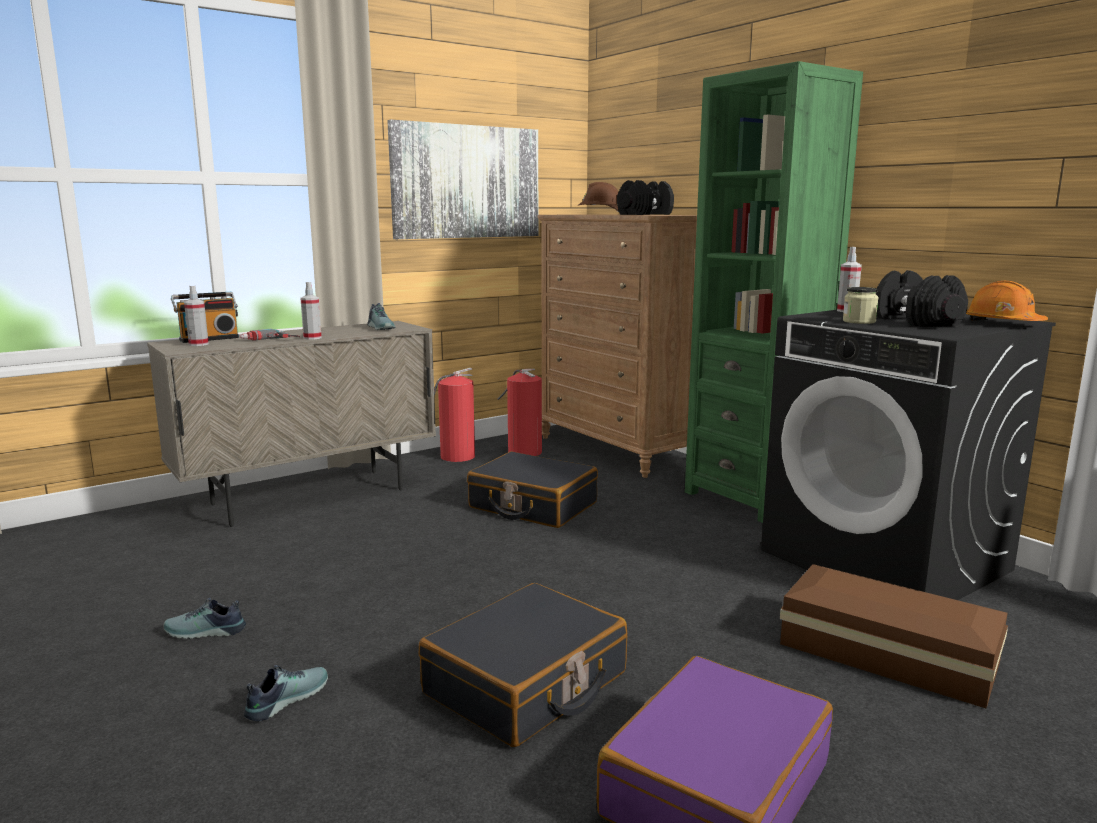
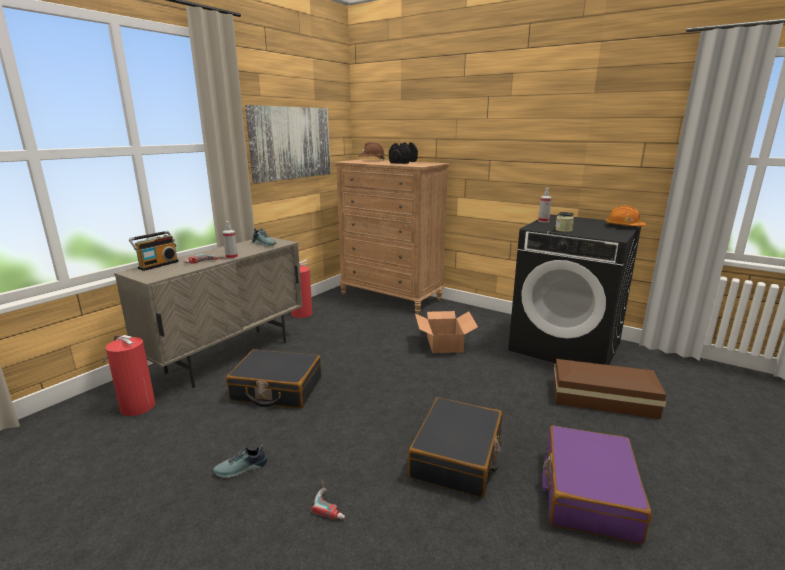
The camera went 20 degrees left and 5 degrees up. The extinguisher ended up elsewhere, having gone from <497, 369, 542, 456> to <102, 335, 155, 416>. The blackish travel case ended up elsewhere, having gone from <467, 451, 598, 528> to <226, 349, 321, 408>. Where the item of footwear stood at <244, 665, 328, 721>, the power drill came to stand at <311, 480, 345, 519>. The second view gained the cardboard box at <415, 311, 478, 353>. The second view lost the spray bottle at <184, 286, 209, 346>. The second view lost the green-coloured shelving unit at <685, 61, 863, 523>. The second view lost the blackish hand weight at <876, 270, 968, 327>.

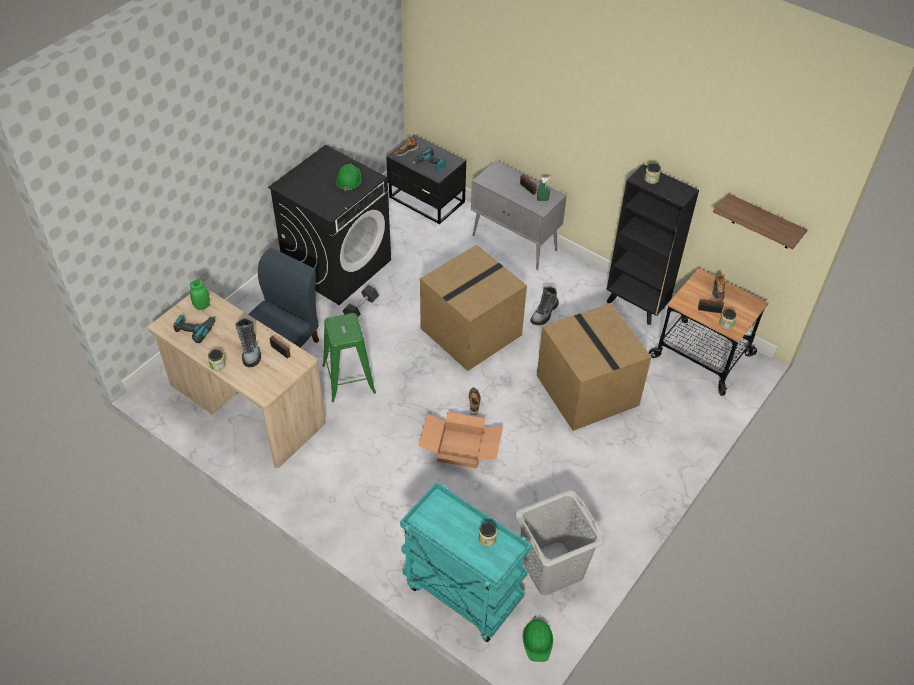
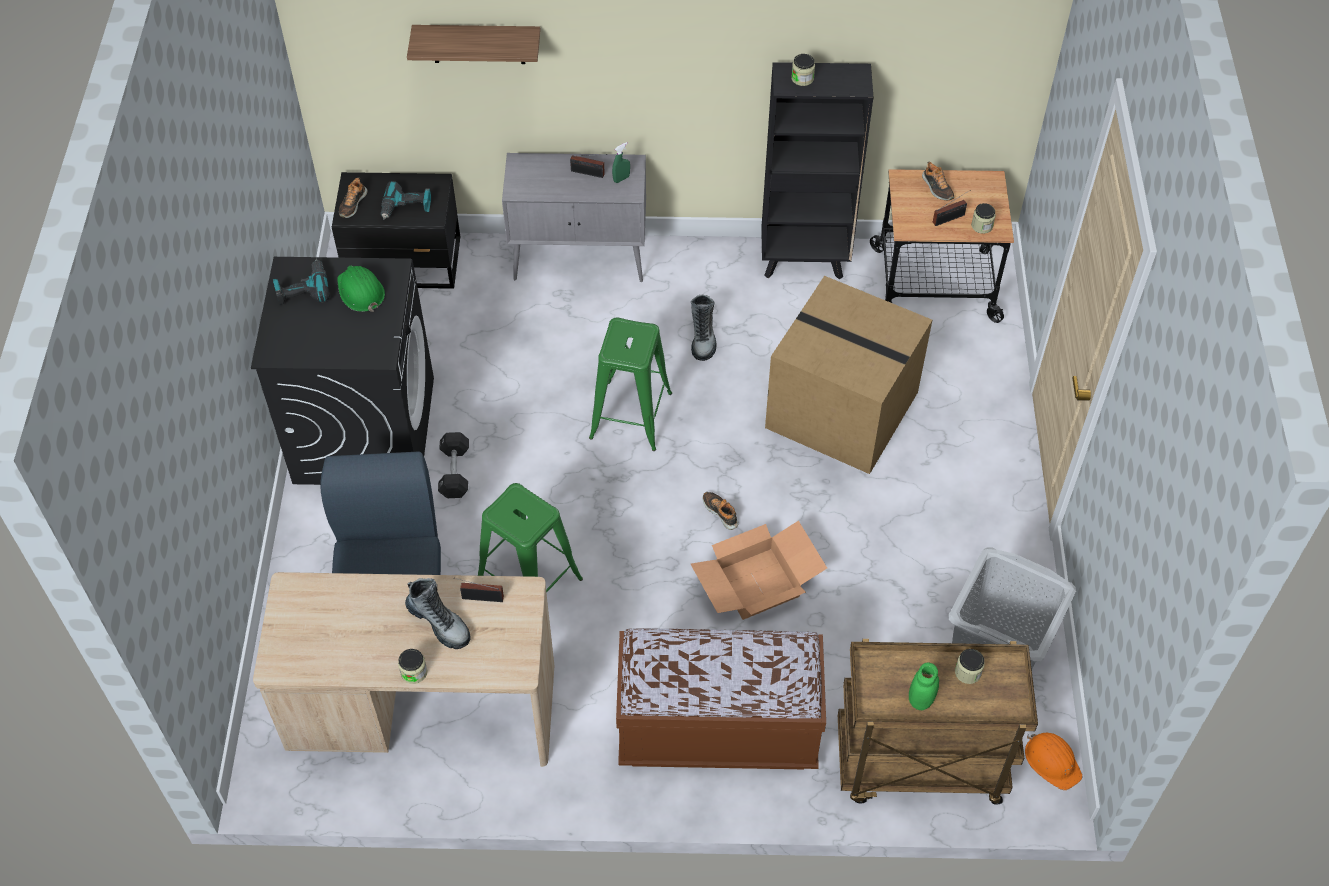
The camera went 35 degrees left and 5 degrees up. The power drill ended up elsewhere, having gone from <173, 315, 215, 343> to <273, 258, 330, 305>. The bracket shelf ended up elsewhere, having gone from <713, 193, 807, 250> to <407, 25, 541, 64>. Where the cardboard box stood at <420, 245, 527, 371>, the green-coloured sitting stool came to stand at <589, 318, 672, 451>. The second view gained the brown-coloured indoor bench at <616, 629, 826, 769>. What was the turquoise-coloured wheeled cart at <400, 482, 531, 642> turned into the brown-coloured wheeled cart at <838, 639, 1038, 805>. The green-coloured preserve jar ended up elsewhere, having gone from <190, 279, 210, 310> to <909, 663, 939, 710>. What was the green-coloured safety helmet at <523, 616, 553, 662> turned into the orange safety helmet at <1025, 733, 1082, 790>.

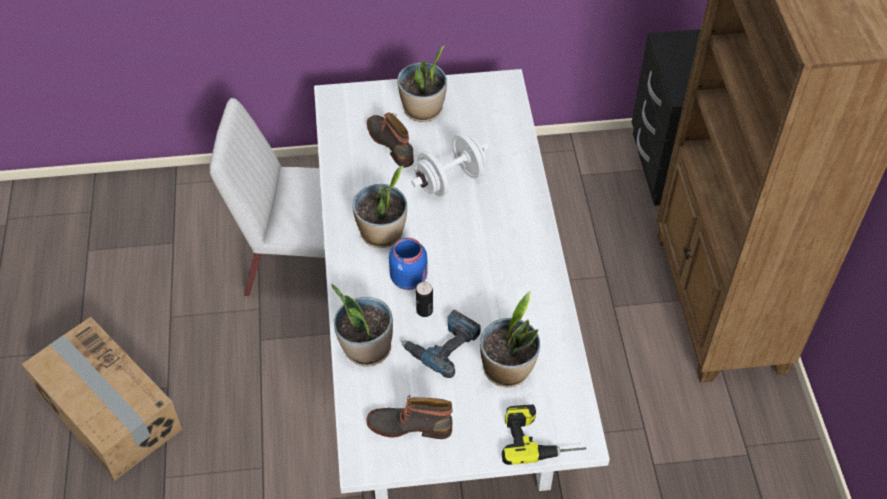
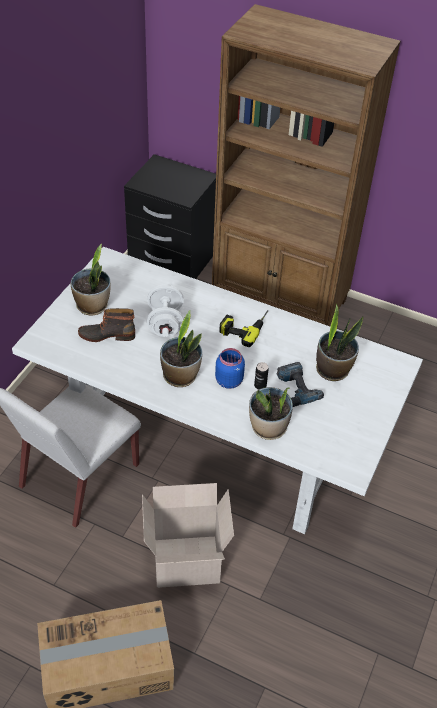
The camera went 60 degrees left and 5 degrees down. The second view gained the cardboard box at <142, 483, 234, 588>. The power drill ended up elsewhere, having gone from <502, 404, 587, 465> to <219, 310, 268, 347>. The second view lost the high-top boot at <366, 395, 452, 439>.

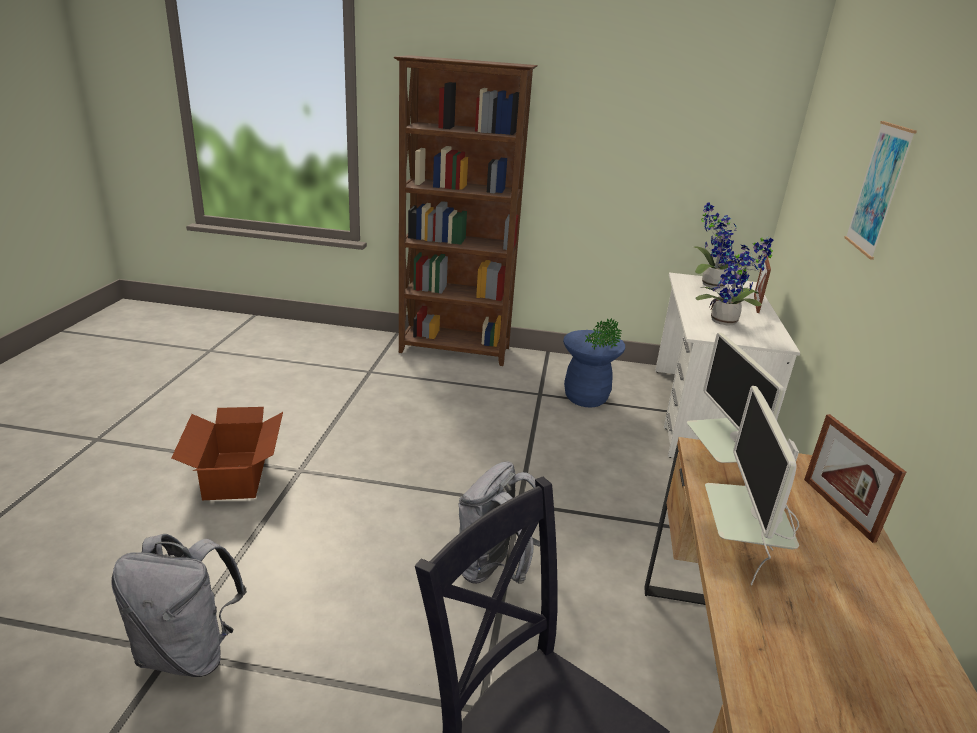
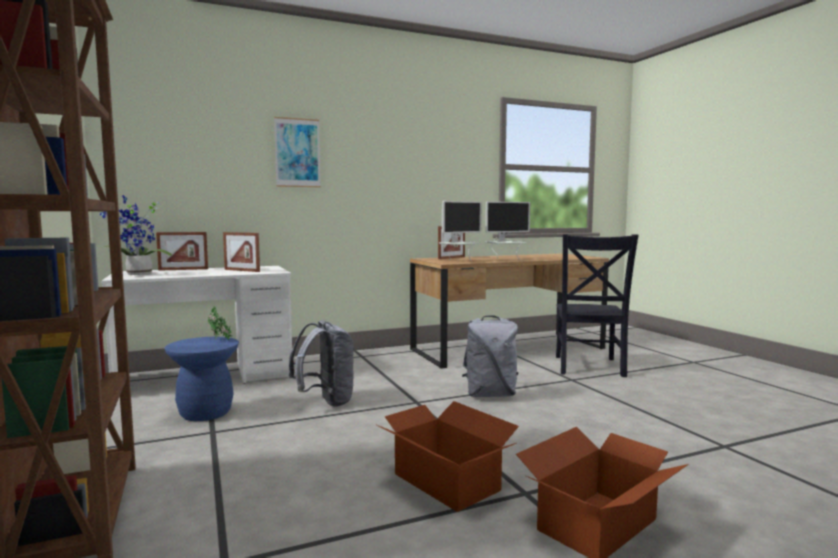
The camera went 120 degrees left and 20 degrees down. Where the potted plant stood at <696, 236, 773, 326>, the picture frame came to stand at <223, 232, 260, 272>. The grey knapsack ended up elsewhere, having gone from <111, 534, 247, 677> to <289, 320, 354, 407>. The second view gained the cardboard box at <375, 401, 519, 512>.

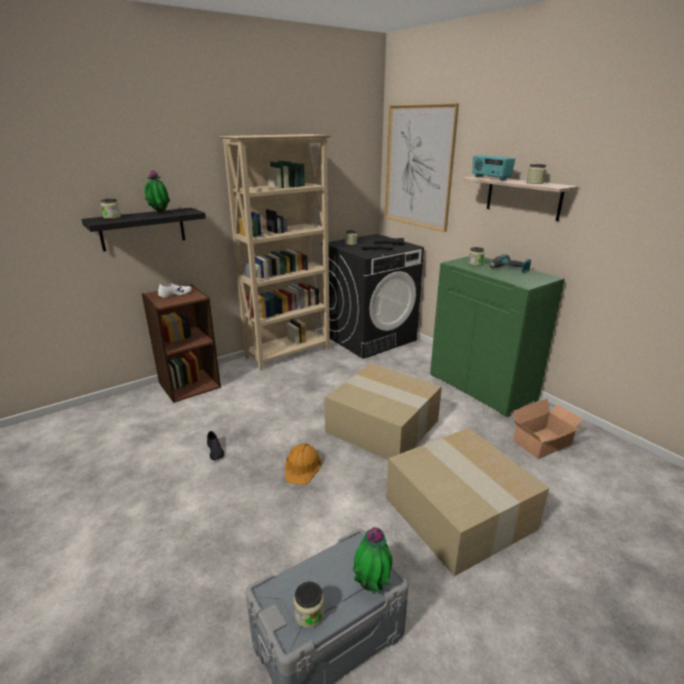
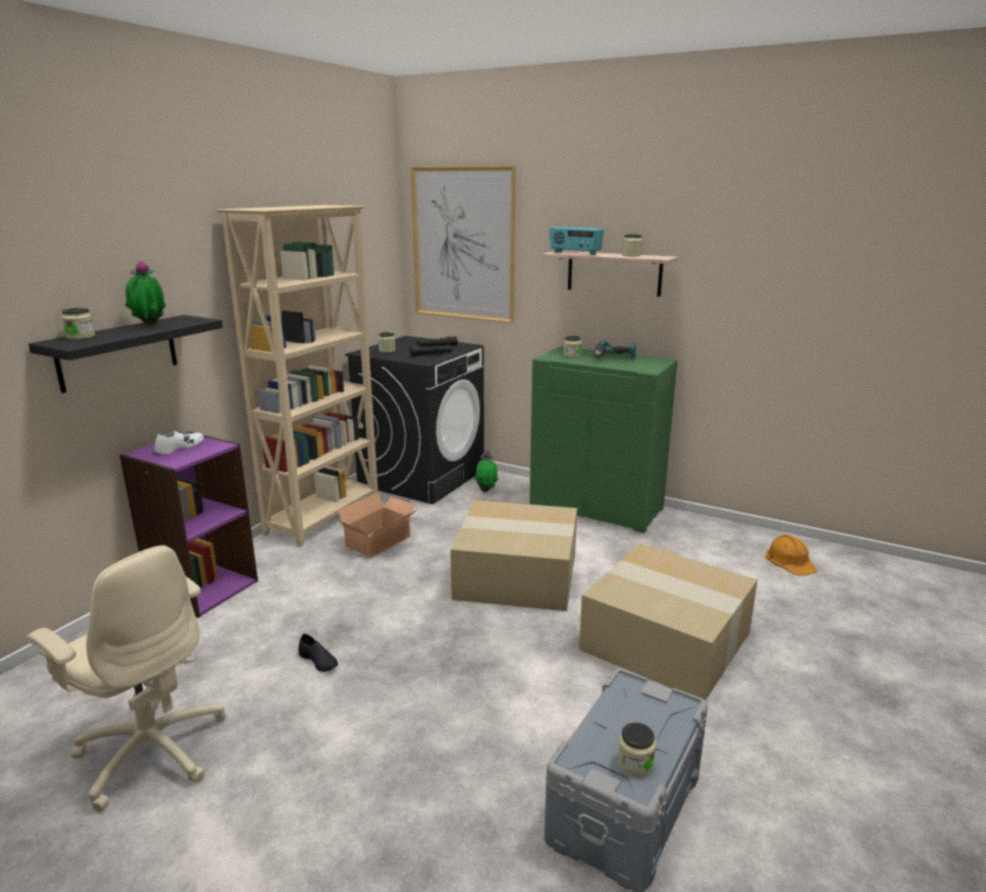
The camera went 25 degrees left and 5 degrees down. The second view gained the beige office chair at <27, 545, 226, 812>. What was the brown-coloured shelving unit at <142, 284, 221, 403> turned into the purplish shelving unit at <119, 432, 258, 618>. The cardboard box ended up elsewhere, having gone from <513, 399, 586, 459> to <338, 492, 418, 558>. The potted plant ended up elsewhere, having gone from <353, 527, 392, 594> to <475, 450, 498, 492>. The orange safety helmet ended up elsewhere, having gone from <285, 443, 322, 484> to <765, 535, 817, 575>.

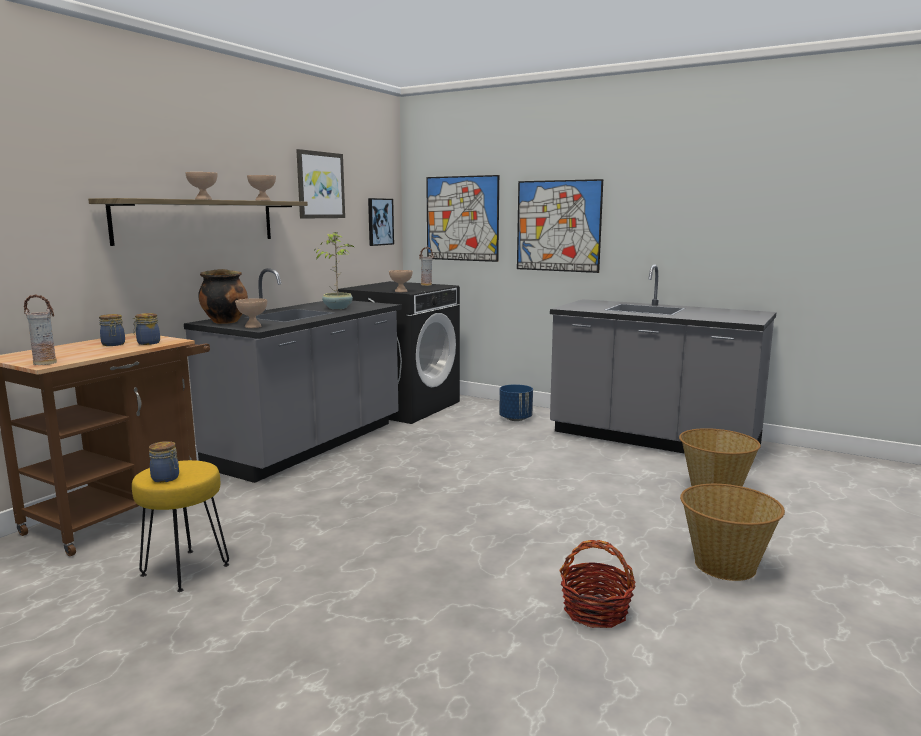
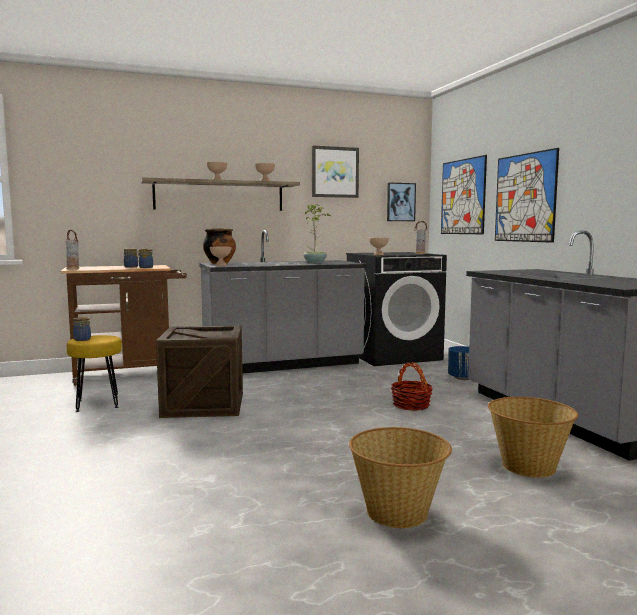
The camera went 40 degrees right and 5 degrees down. The second view gained the packing crate at <156, 326, 243, 418>. The household basket ended up elsewhere, having gone from <559, 540, 636, 628> to <391, 362, 433, 410>.

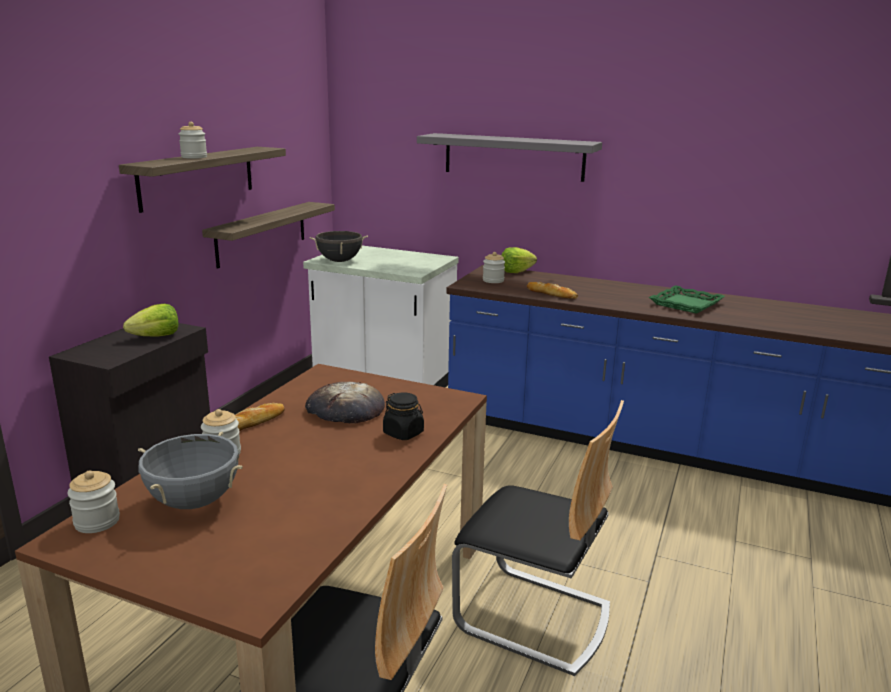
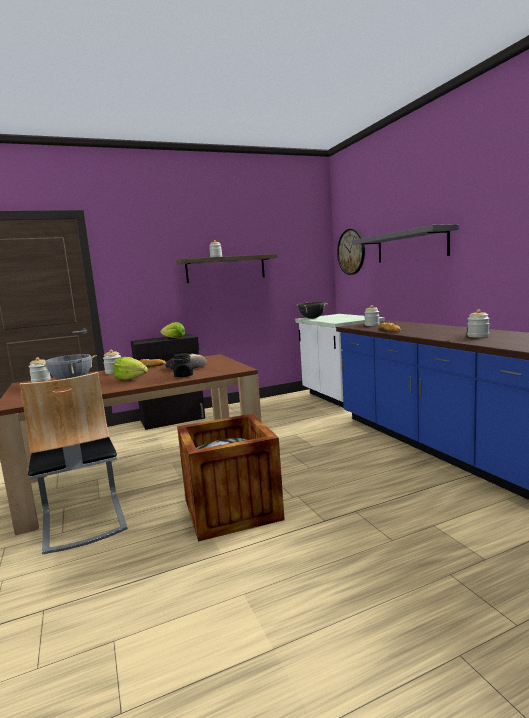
The camera went 45 degrees right and 10 degrees down. The lettuce ended up elsewhere, having gone from <501, 247, 537, 273> to <113, 357, 148, 380>. Where the chair stood at <452, 400, 624, 676>, the packing crate came to stand at <177, 414, 285, 541>. The second view gained the clock on the wall at <337, 229, 365, 275>. Where the green-coloured carrying tray stood at <649, 285, 725, 314>, the preserve jar came to stand at <467, 309, 490, 338>. The second view lost the bracket shelf at <202, 202, 335, 269>.

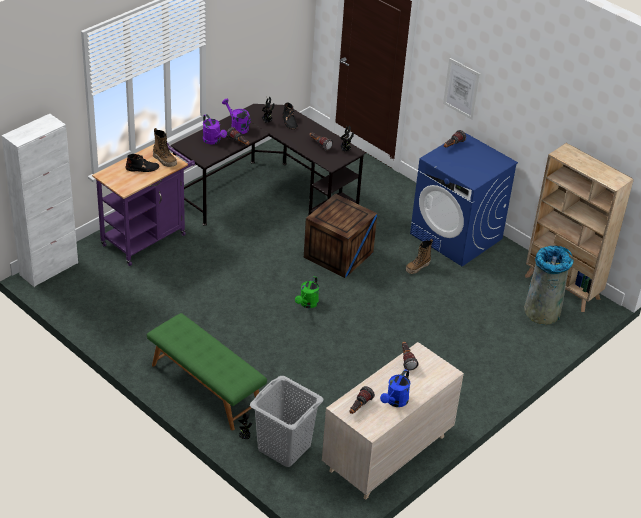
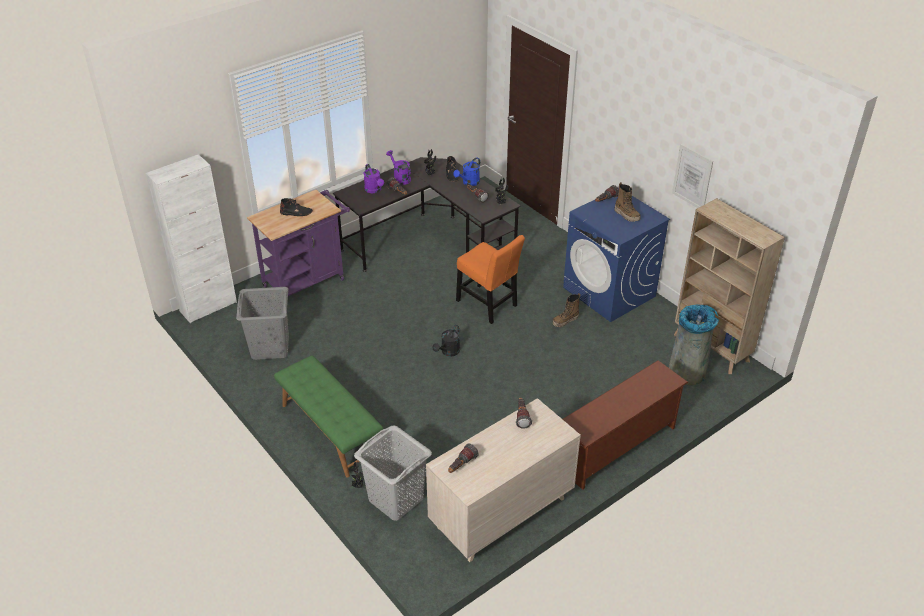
The camera went 10 degrees right and 0 degrees up. The second view gained the grey washing basket at <236, 287, 289, 360>. What was the green-coloured watering can at <295, 276, 319, 308> turned into the blackish watering can at <433, 325, 460, 357>. The blue watering can ended up elsewhere, having gone from <380, 369, 410, 407> to <453, 157, 480, 186>. Where the packing crate stood at <304, 194, 377, 278>, the orange chair came to stand at <456, 235, 525, 324>. The second view gained the brown-coloured shoe rack at <563, 360, 688, 490>. The high-top boot ended up elsewhere, having gone from <153, 128, 177, 167> to <614, 182, 640, 222>. The wall picture ended up elsewhere, having gone from <443, 58, 480, 120> to <672, 144, 713, 208>.

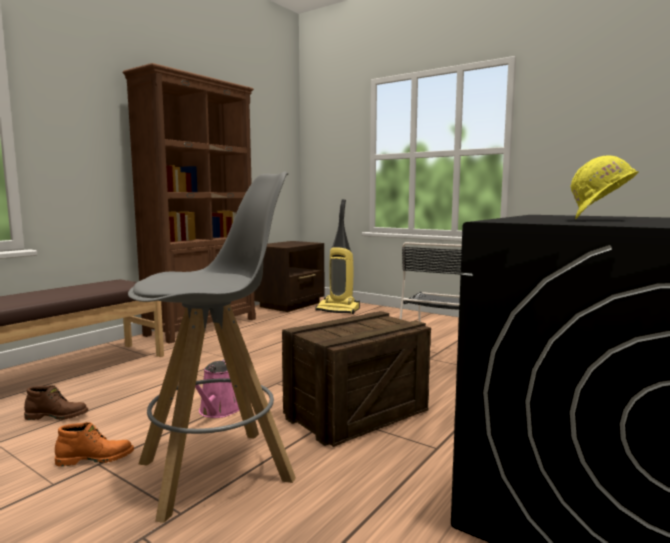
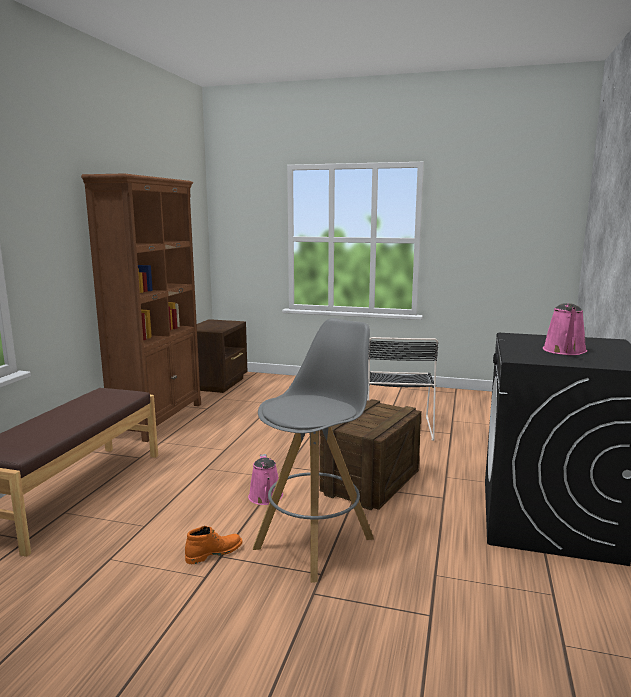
The camera went 20 degrees left and 5 degrees up. Where the yellow-coloured safety helmet stood at <571, 155, 639, 219>, the pink watering can came to stand at <543, 303, 587, 355>. The second view lost the brown-coloured high-top boot at <24, 385, 89, 420>. The second view lost the vacuum at <315, 199, 360, 314>.

